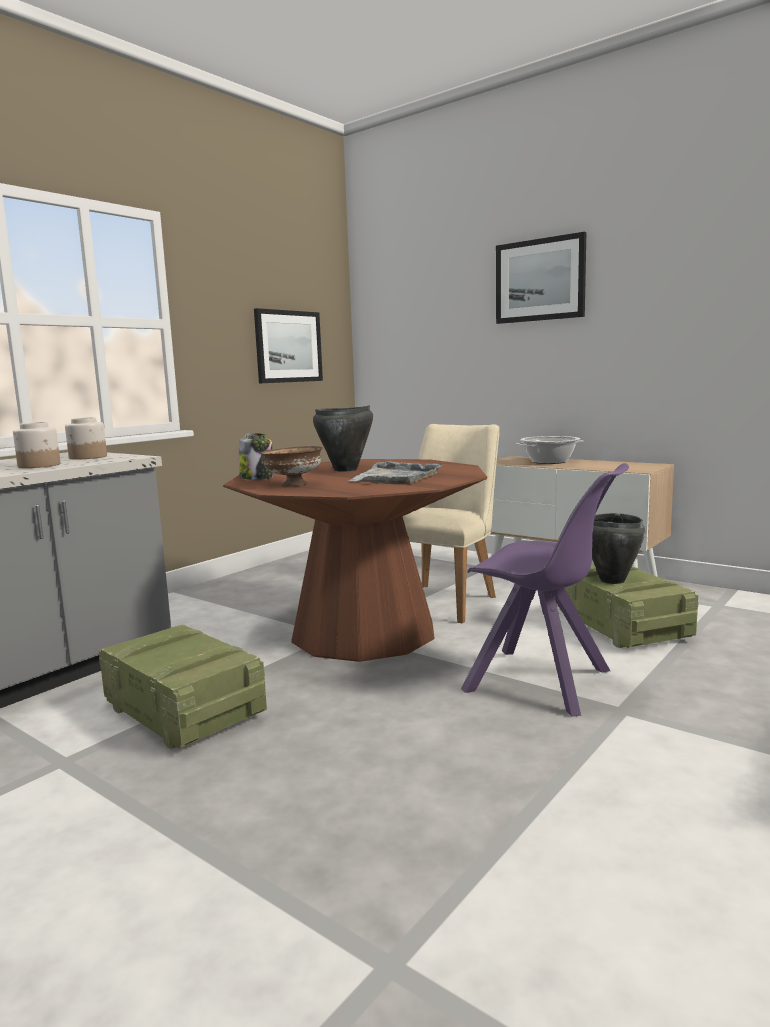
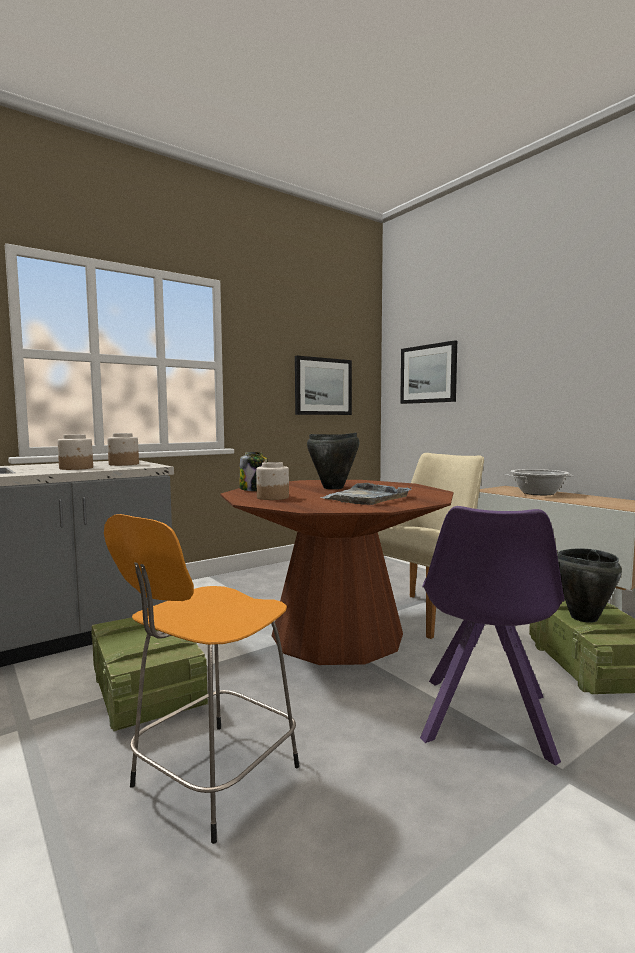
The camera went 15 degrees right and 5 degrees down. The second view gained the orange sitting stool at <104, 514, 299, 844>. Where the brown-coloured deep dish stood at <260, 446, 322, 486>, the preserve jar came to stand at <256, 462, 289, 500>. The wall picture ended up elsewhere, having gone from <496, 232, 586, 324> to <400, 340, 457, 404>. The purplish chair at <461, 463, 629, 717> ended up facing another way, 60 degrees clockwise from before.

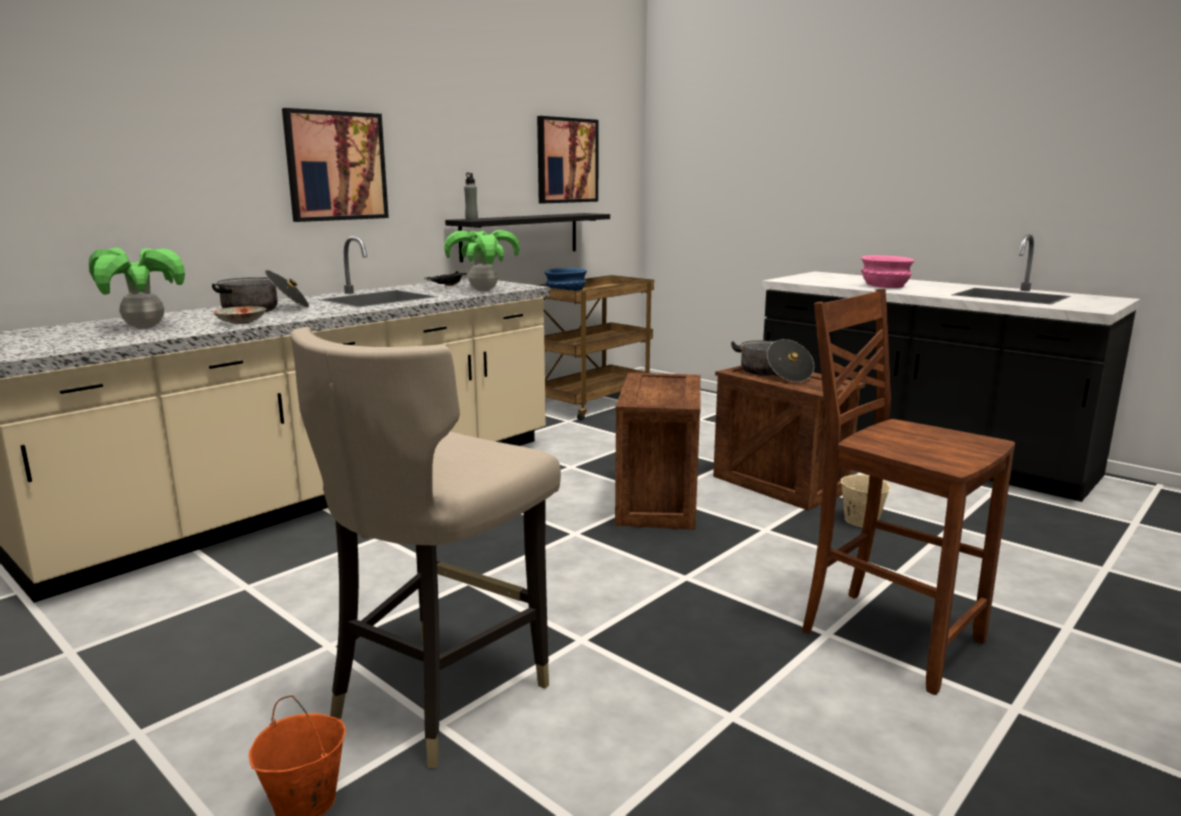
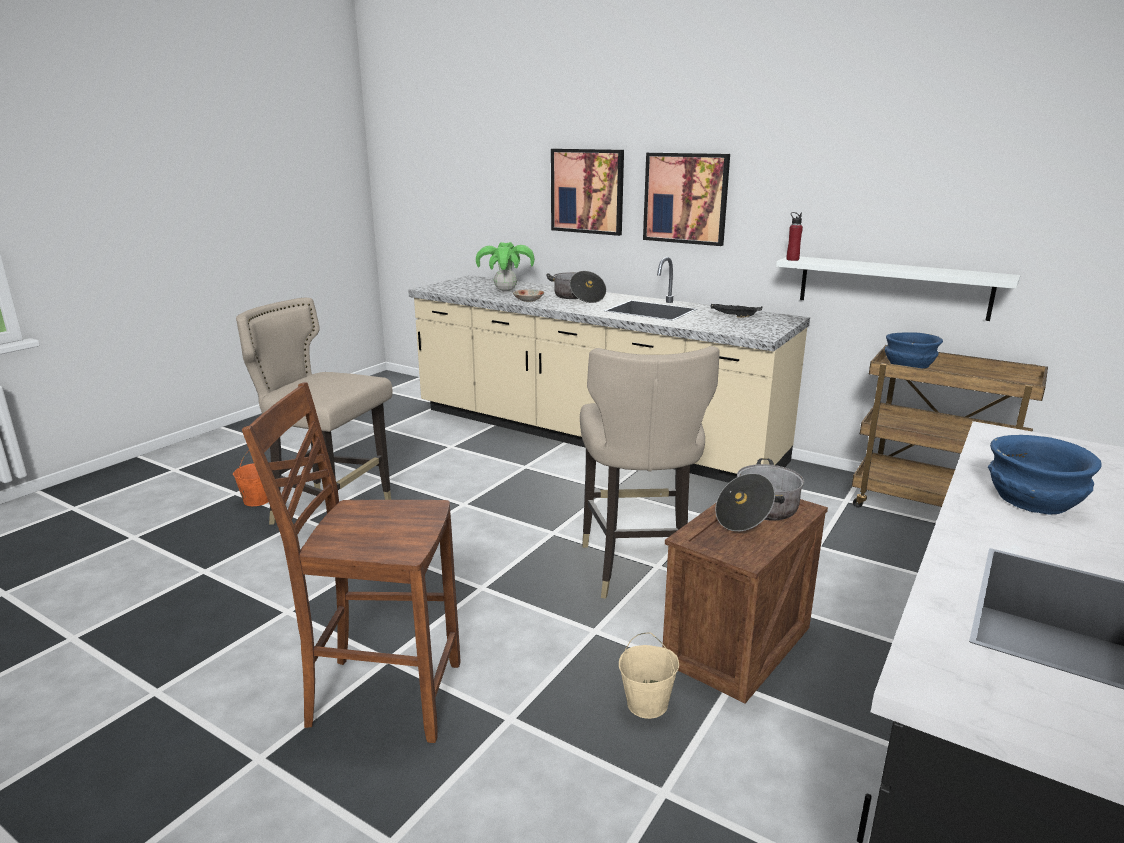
The camera went 80 degrees right and 5 degrees up. The brown-coloured chair at <802, 289, 1015, 695> ended up facing another way, 120 degrees counterclockwise from before. The wall picture ended up elsewhere, having gone from <537, 116, 599, 203> to <551, 149, 624, 236>. Where the packing crate stood at <615, 373, 701, 530>, the beige sitting stool came to stand at <580, 346, 720, 599>. What was the blackish bracket shelf at <445, 213, 610, 262> turned into the whitish bracket shelf at <776, 257, 1021, 321>. What was the grey bottle at <464, 173, 478, 220> turned into the reddish bottle at <786, 212, 803, 261>. What was the pink deep dish at <861, 255, 914, 288> turned into the blue deep dish at <988, 435, 1102, 515>. The second view lost the potted plant at <444, 230, 520, 291>.

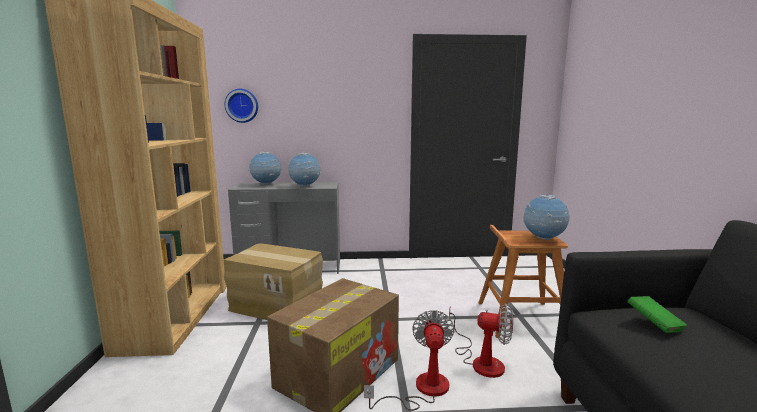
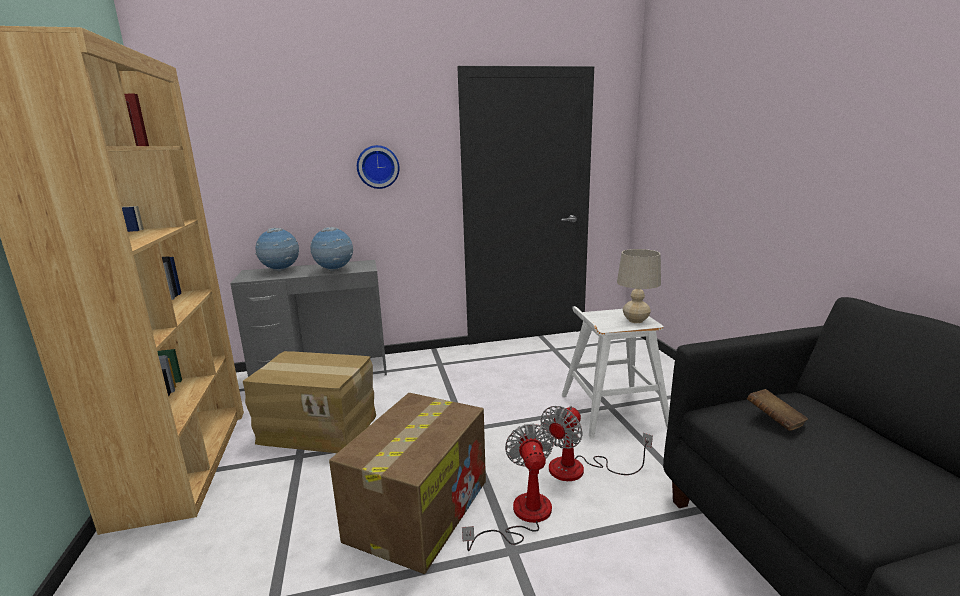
The camera went 10 degrees left and 5 degrees up. The clock on the wall ended up elsewhere, having gone from <225, 89, 258, 123> to <357, 145, 400, 189>. The electric fan at <449, 303, 513, 378> ended up facing another way, 120 degrees clockwise from before. What was the brown-coloured sitting stool at <479, 225, 568, 338> turned into the whitish sitting stool at <562, 306, 669, 438>. Where the world globe stood at <523, 195, 570, 240>, the beige lamp for a table came to stand at <617, 249, 661, 323>. What was the green-coloured volume at <627, 296, 687, 333> turned into the brown-coloured volume at <747, 389, 808, 431>.

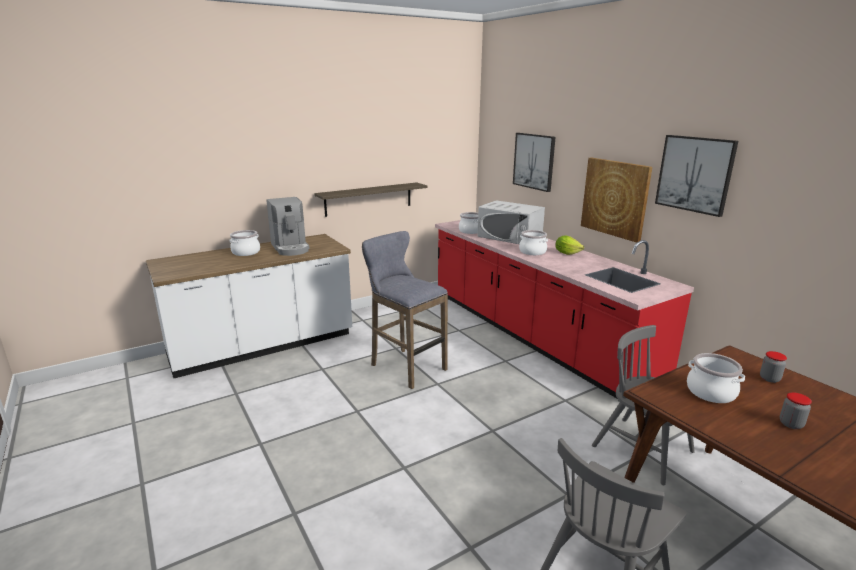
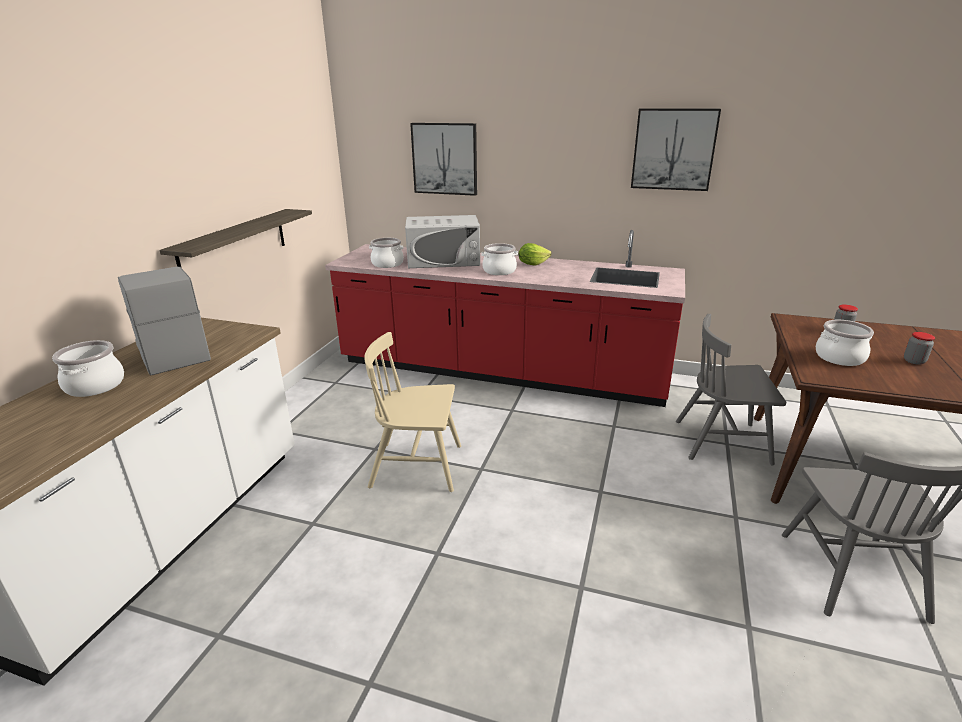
The camera went 40 degrees left and 5 degrees up. The coffee brewer at <267, 197, 309, 256> ended up facing another way, 150 degrees counterclockwise from before. Where the grey sitting stool stood at <362, 231, 448, 389>, the beige chair came to stand at <364, 332, 461, 492>. The second view lost the wall picture at <581, 157, 653, 243>.

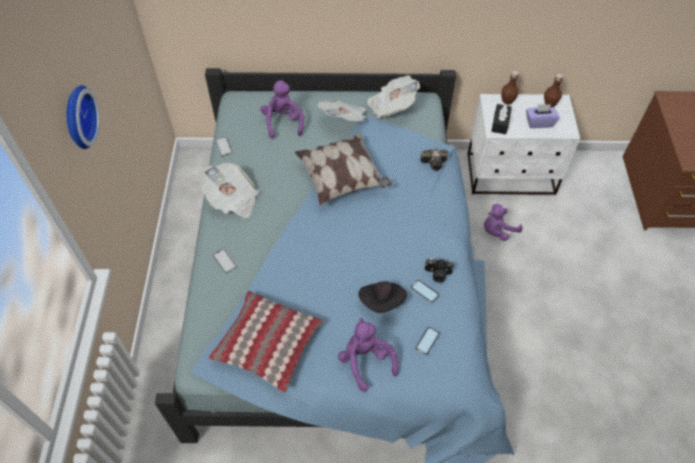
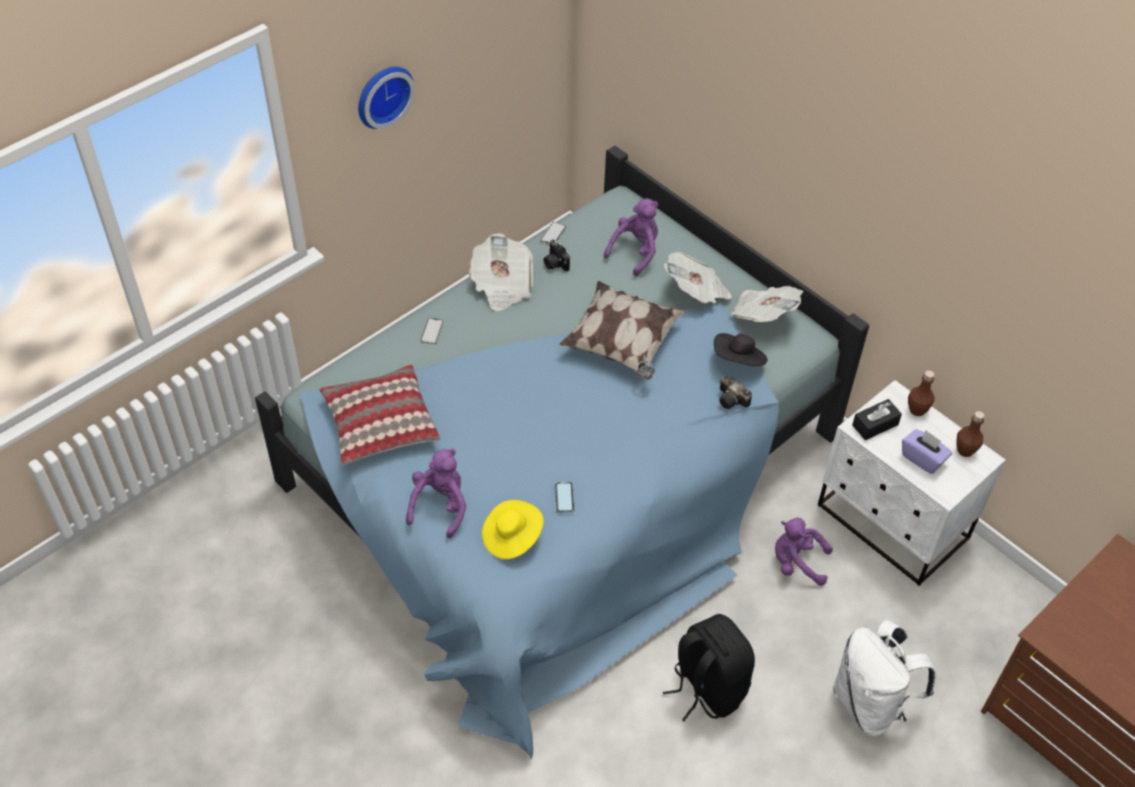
The camera went 45 degrees right and 5 degrees down. Where the phone stood at <415, 326, 440, 355>, the yellow-coloured hat came to stand at <482, 500, 544, 559>. The photo camera ended up elsewhere, having gone from <425, 258, 454, 283> to <544, 240, 570, 271>. The second view gained the blackish knapsack at <663, 614, 755, 721>. The blackish hat ended up elsewhere, having gone from <358, 281, 407, 313> to <714, 333, 768, 366>. The second view gained the whitish knapsack at <833, 620, 936, 736>.

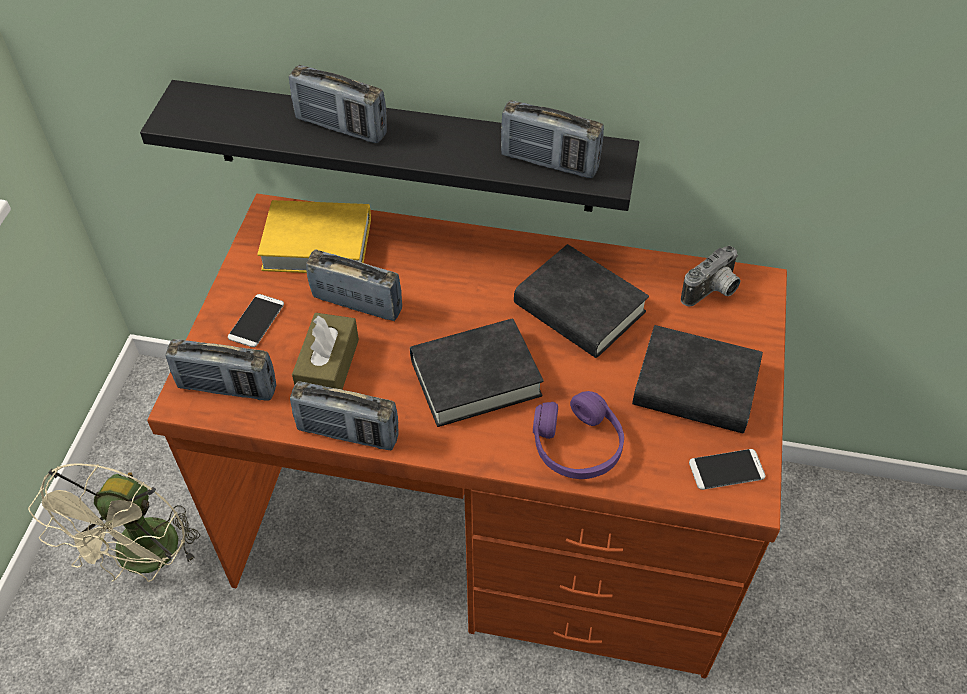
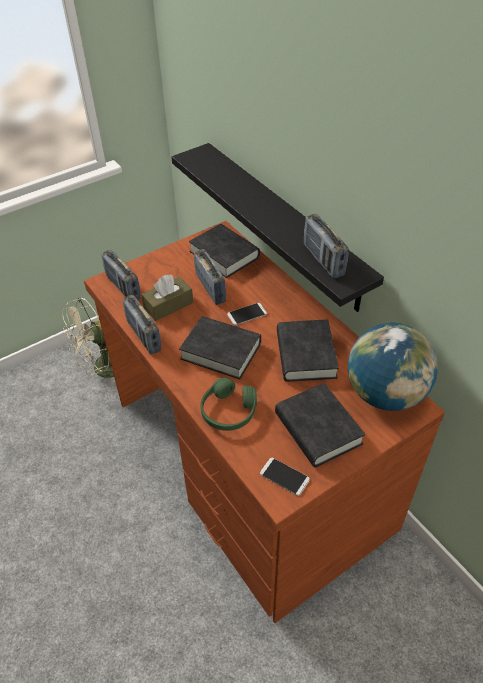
The camera went 45 degrees right and 5 degrees down. What was the yellow-coloured volume at <257, 200, 371, 273> turned into the blackish volume at <189, 224, 260, 278>. What was the purplish headphones at <533, 391, 624, 479> turned into the green-coloured headphones at <200, 378, 257, 431>. The phone ended up elsewhere, having gone from <228, 294, 284, 347> to <227, 303, 267, 325>. Where the photo camera stood at <681, 246, 740, 307>, the world globe came to stand at <348, 323, 438, 411>. The second view lost the radio at <289, 65, 387, 143>.

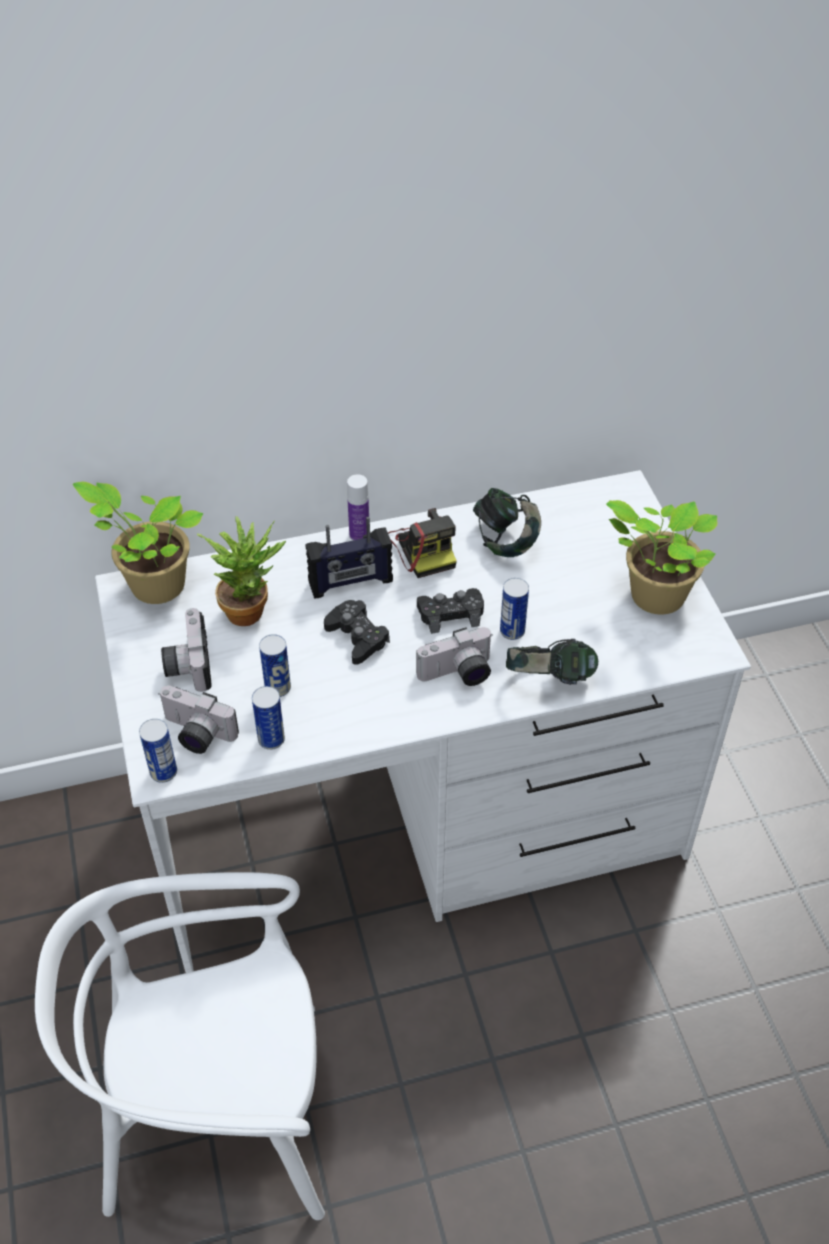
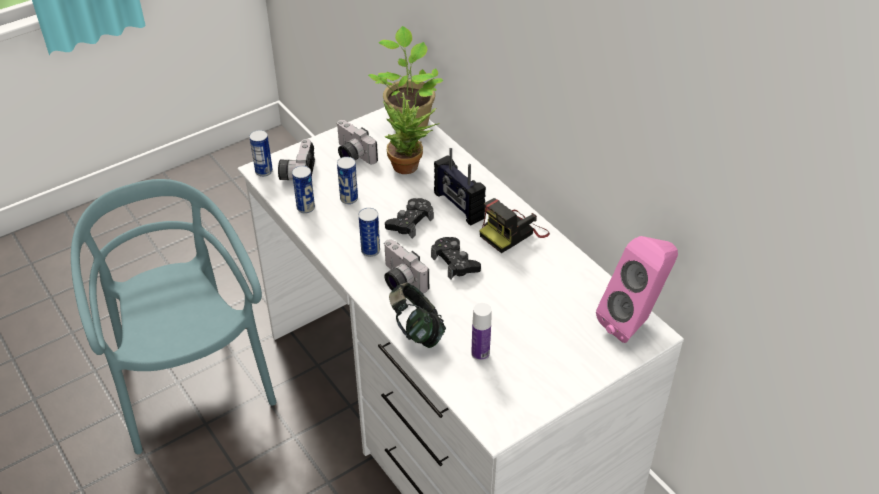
The camera went 70 degrees right and 5 degrees down. What was the whitish chair at <35, 872, 325, 1220> turned into the turquoise-coloured chair at <71, 179, 276, 454>. The photo camera at <161, 608, 212, 692> ended up facing another way, 105 degrees counterclockwise from before. The metal can ended up elsewhere, having gone from <500, 578, 529, 640> to <359, 208, 380, 257>. The bottle ended up elsewhere, having gone from <347, 474, 369, 541> to <471, 303, 492, 361>. The second view gained the pink speaker at <596, 236, 678, 343>. The second view lost the headphones at <473, 488, 541, 557>. The second view lost the potted plant at <606, 500, 718, 615>.

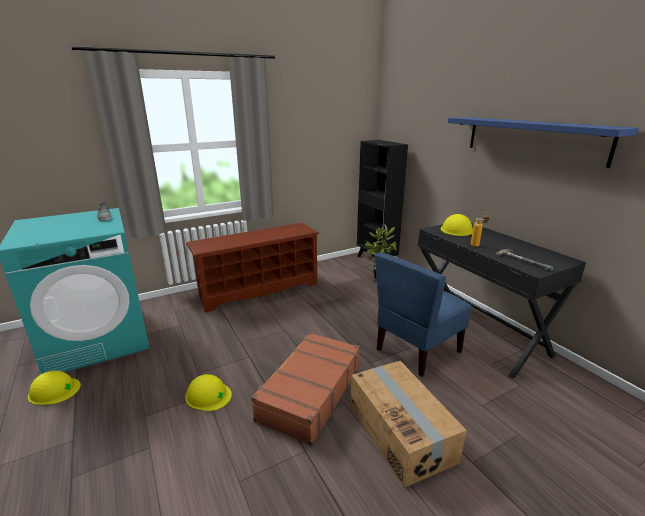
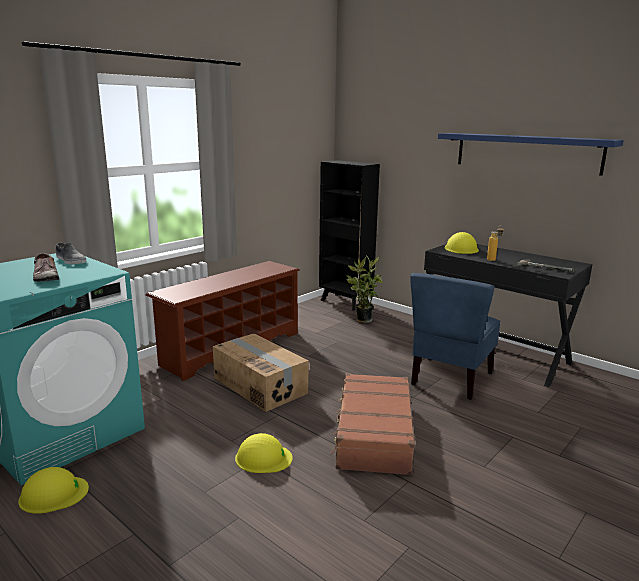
The camera went 20 degrees left and 5 degrees down. The second view gained the item of footwear at <33, 253, 59, 282>. The cardboard box ended up elsewhere, having gone from <351, 361, 467, 488> to <213, 334, 309, 412>.

